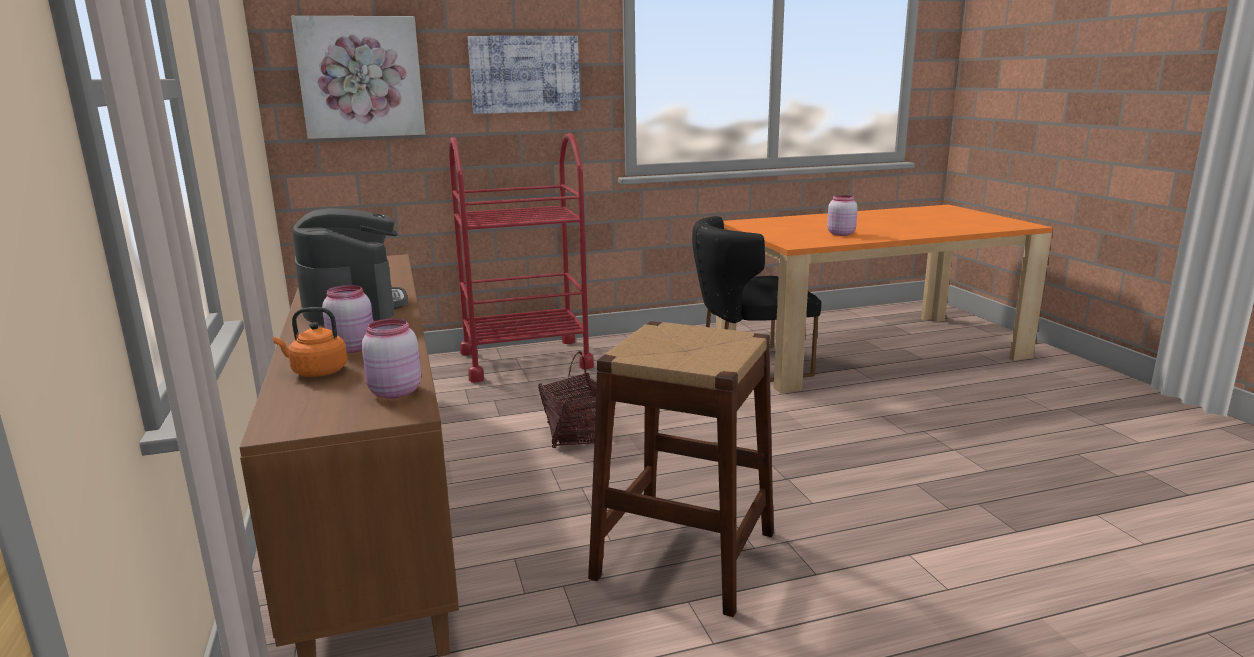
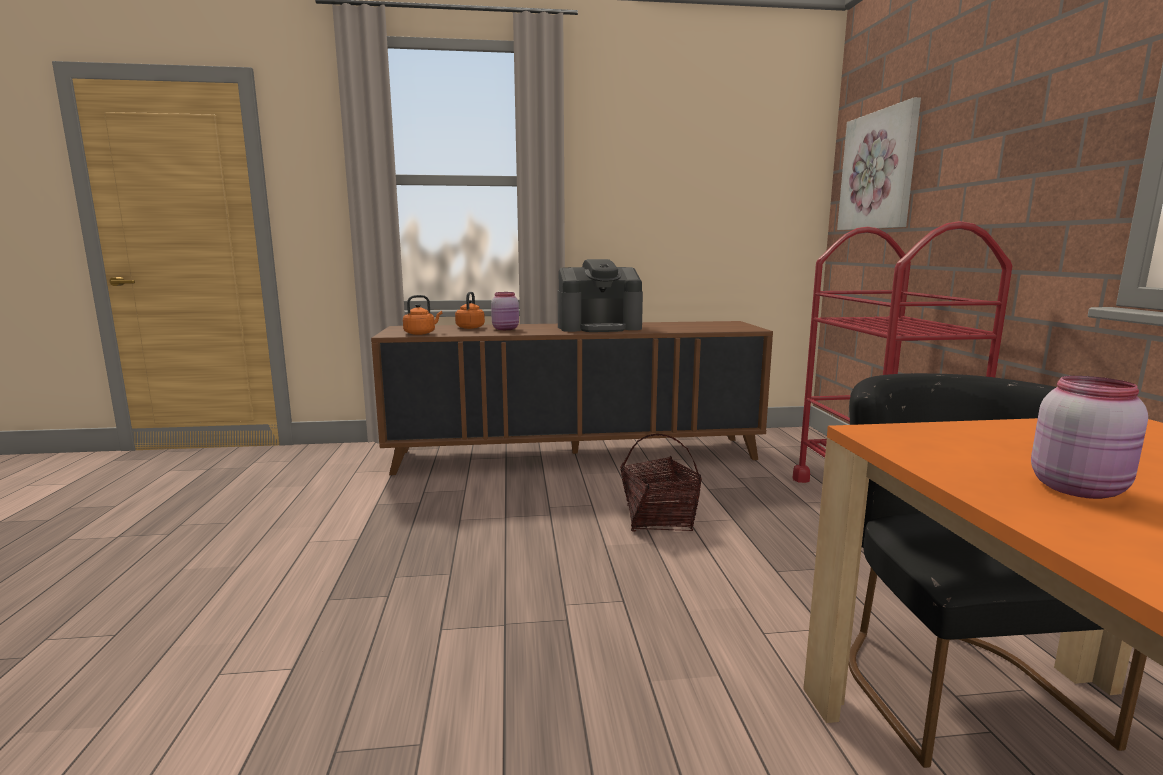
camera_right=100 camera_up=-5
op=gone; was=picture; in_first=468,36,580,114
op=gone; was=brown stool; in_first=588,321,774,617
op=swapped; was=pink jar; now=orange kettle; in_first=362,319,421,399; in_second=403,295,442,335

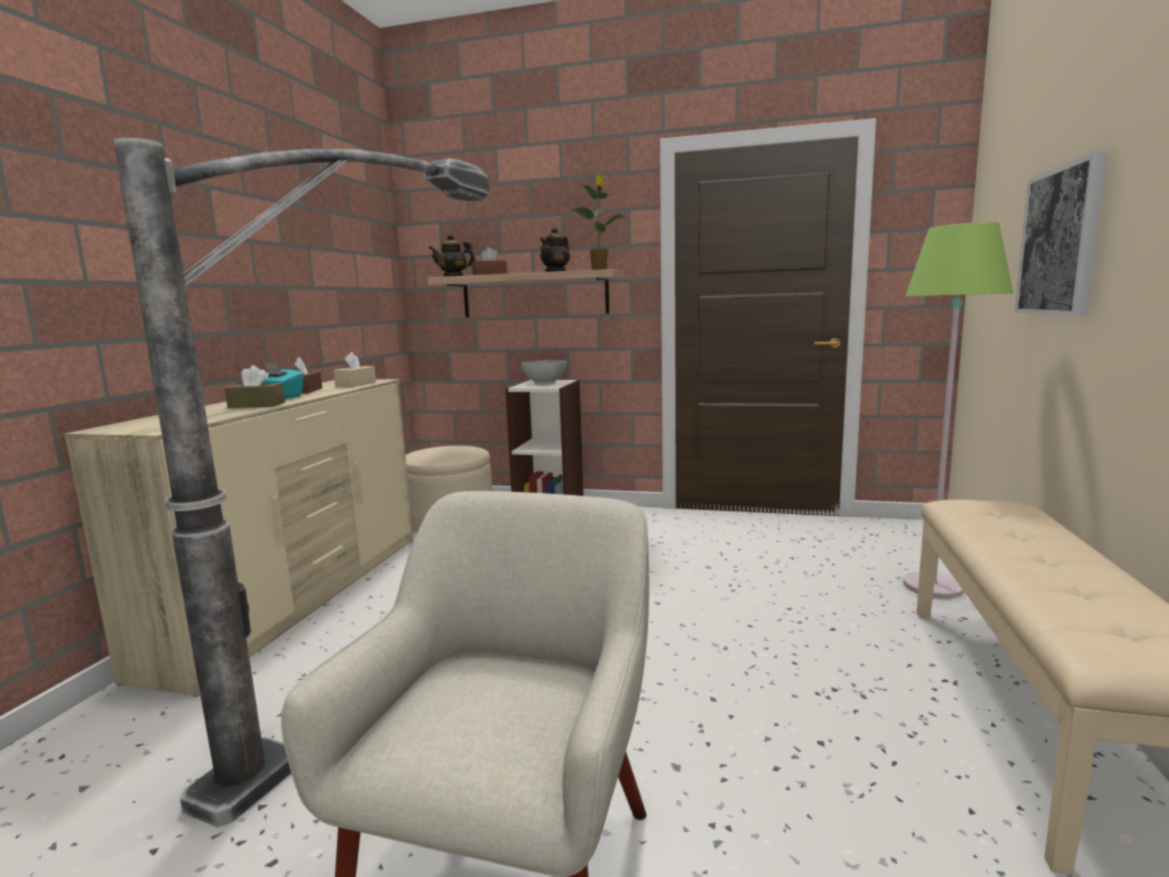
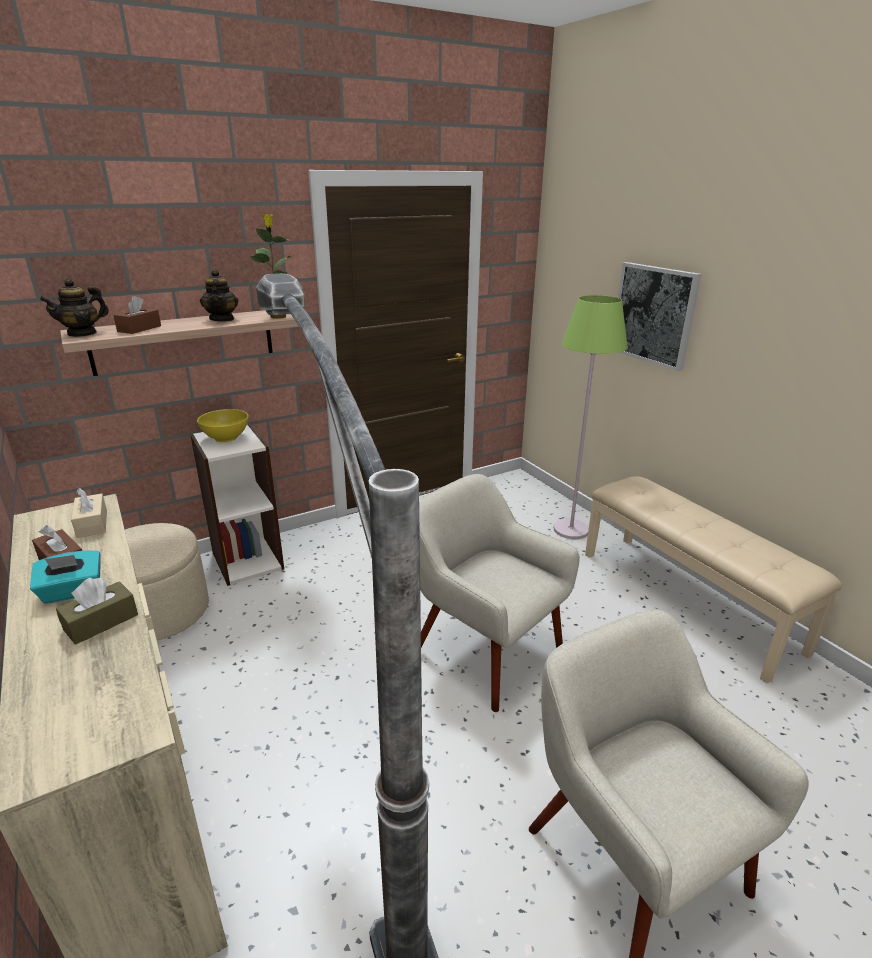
camera_right=-45 camera_up=15
op=new; now=beige armchair; in_second=419,474,580,712
op=repainted; was=white bowl; now=yellow bowl; in_first=521,360,567,384; in_second=197,409,249,442

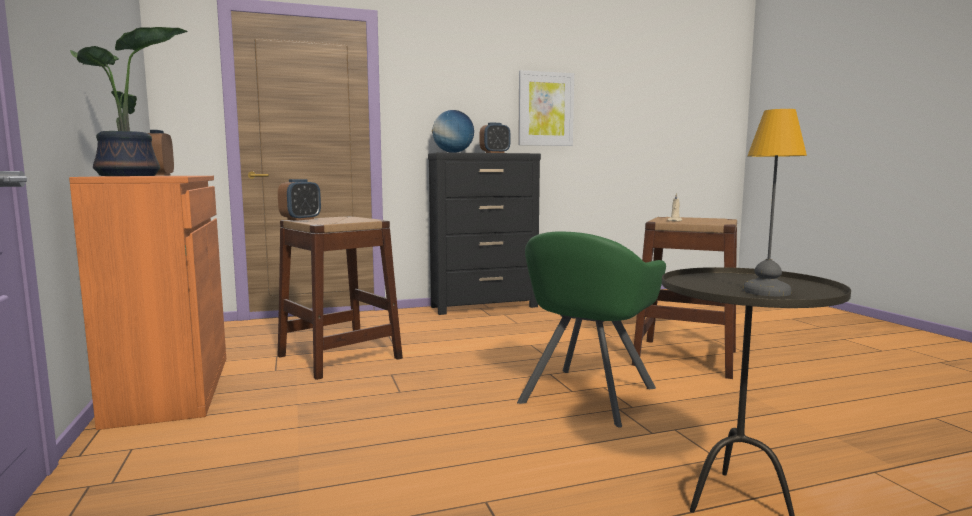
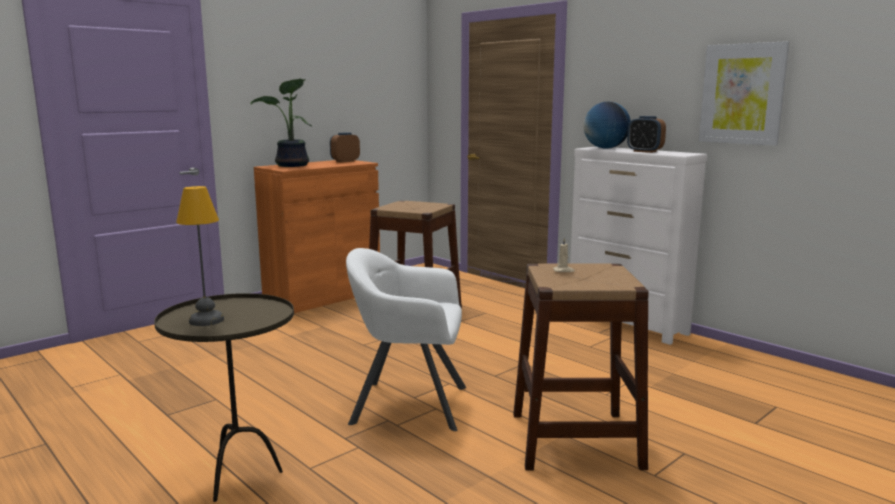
camera_right=65 camera_up=5
op=gone; was=alarm clock; in_first=278,179,321,221
op=repainted; was=black dresser; now=white dresser; in_first=428,152,541,315; in_second=570,147,707,345
op=repainted; was=green armchair; now=white armchair; in_first=517,231,666,428; in_second=346,248,466,431

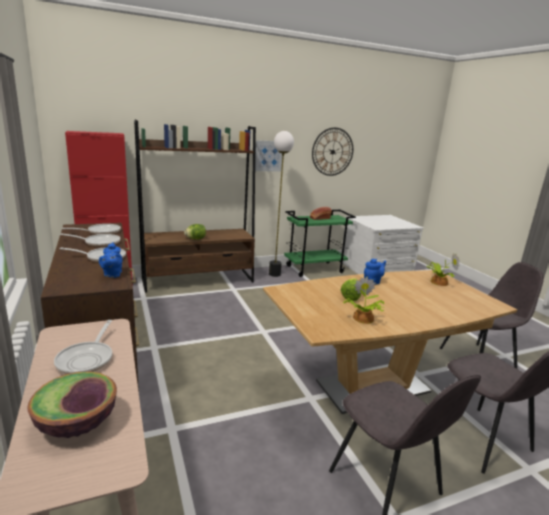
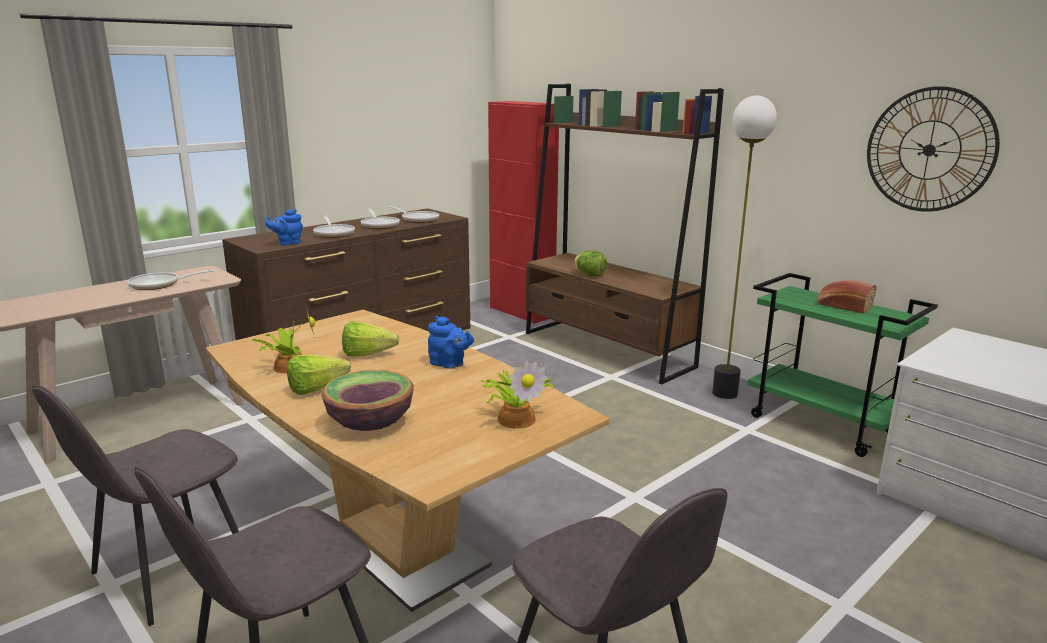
camera_right=70 camera_up=0
op=gone; was=picture; in_first=255,140,282,172
op=new; now=lettuce; in_second=287,355,351,395
op=shifted; was=bowl; in_first=27,371,117,438; in_second=321,370,414,431

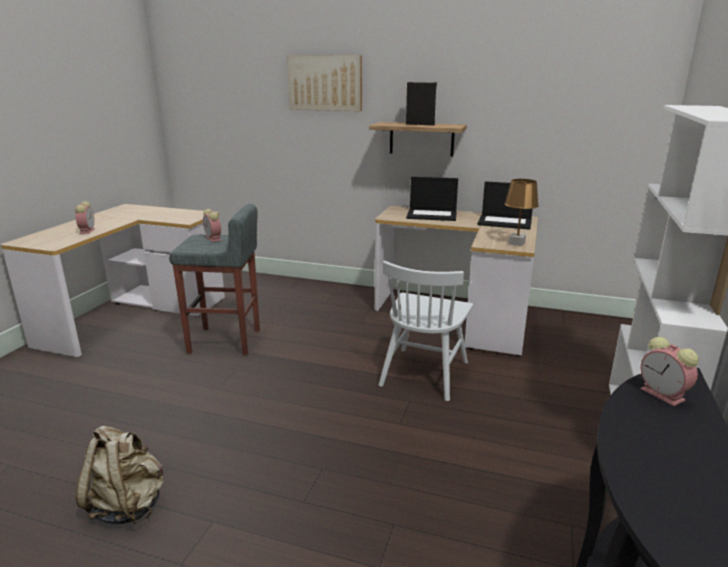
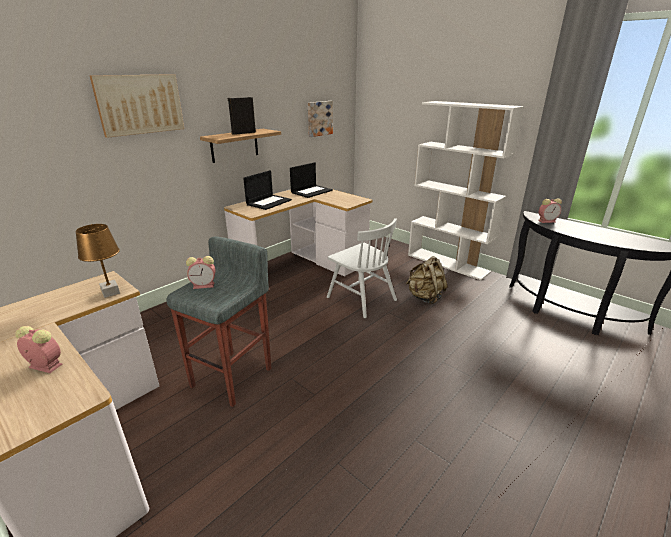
camera_right=-65 camera_up=5
op=new; now=picture; in_second=308,101,333,137
op=shifted; was=beige backpack; in_first=76,426,164,524; in_second=406,256,448,304
op=shifted; was=brown table lamp; in_first=505,179,539,246; in_second=76,224,120,298

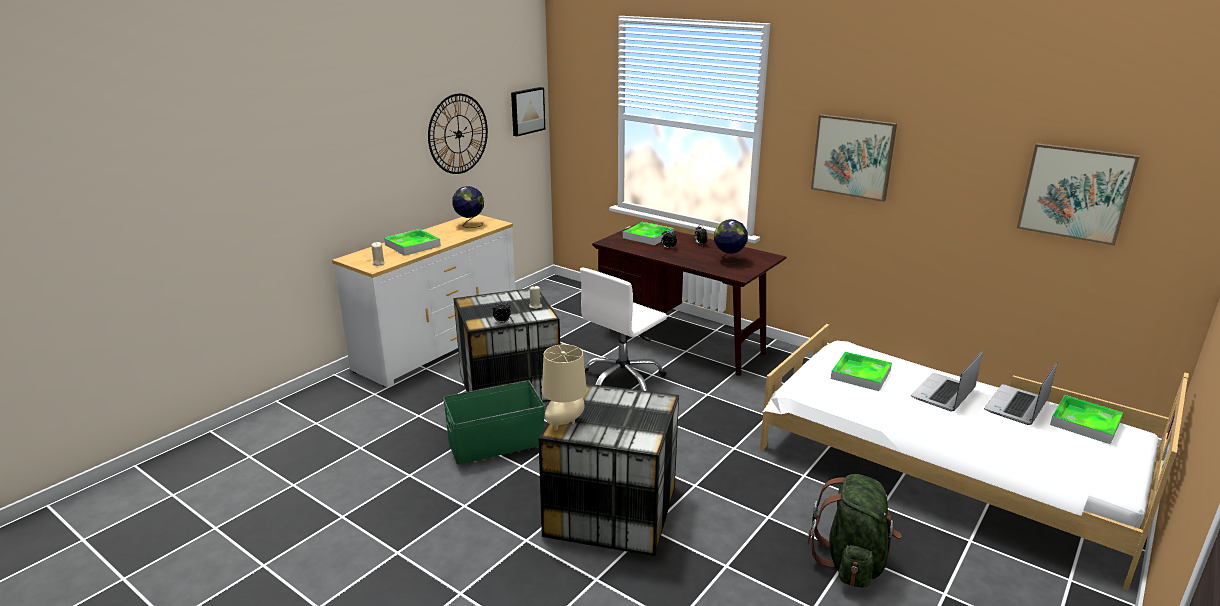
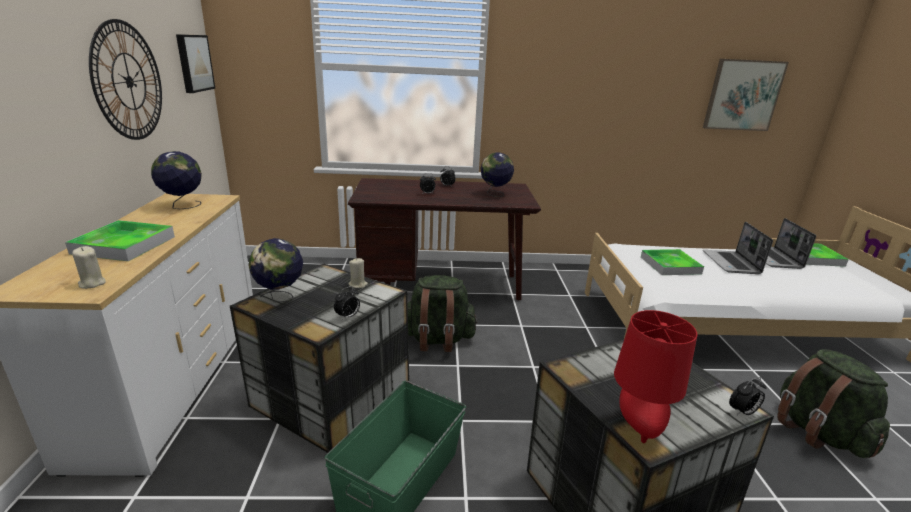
camera_right=-40 camera_up=0
op=gone; was=tray; in_first=623,222,674,245
op=gone; was=picture; in_first=811,114,897,202
op=new; now=globe; in_second=249,238,303,302
op=new; now=alarm clock; in_second=729,377,766,415
op=swapped; was=white office chair; now=green backpack; in_first=580,268,667,391; in_second=408,275,477,352
op=repainted; was=beige table lamp; now=red table lamp; in_first=542,344,587,431; in_second=614,310,697,443

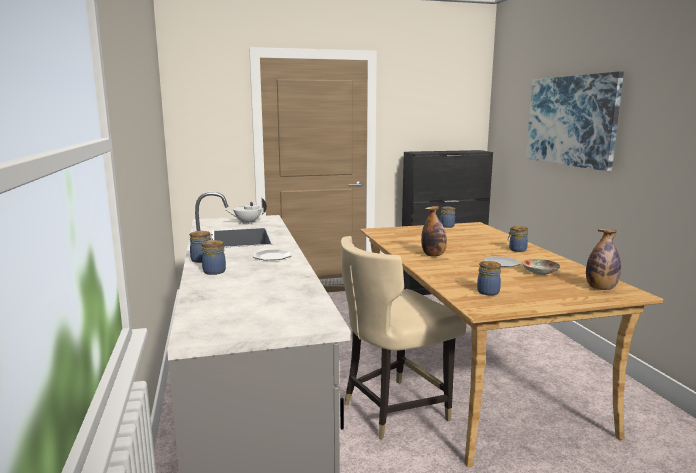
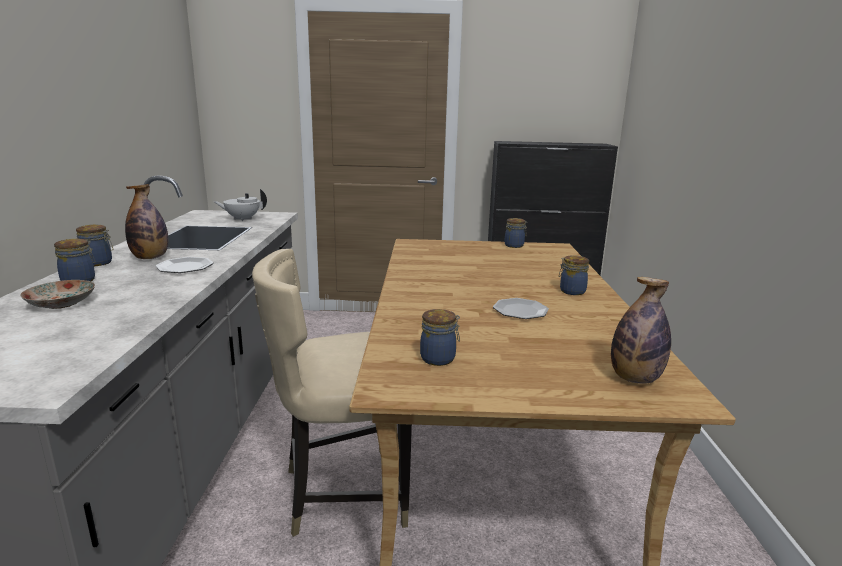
camera_right=15 camera_up=5
op=gone; was=picture; in_first=526,71,624,171
op=shifted; was=bottle; in_first=421,206,447,256; in_second=125,184,168,259
op=shifted; was=plate; in_first=522,259,560,275; in_second=20,280,95,309

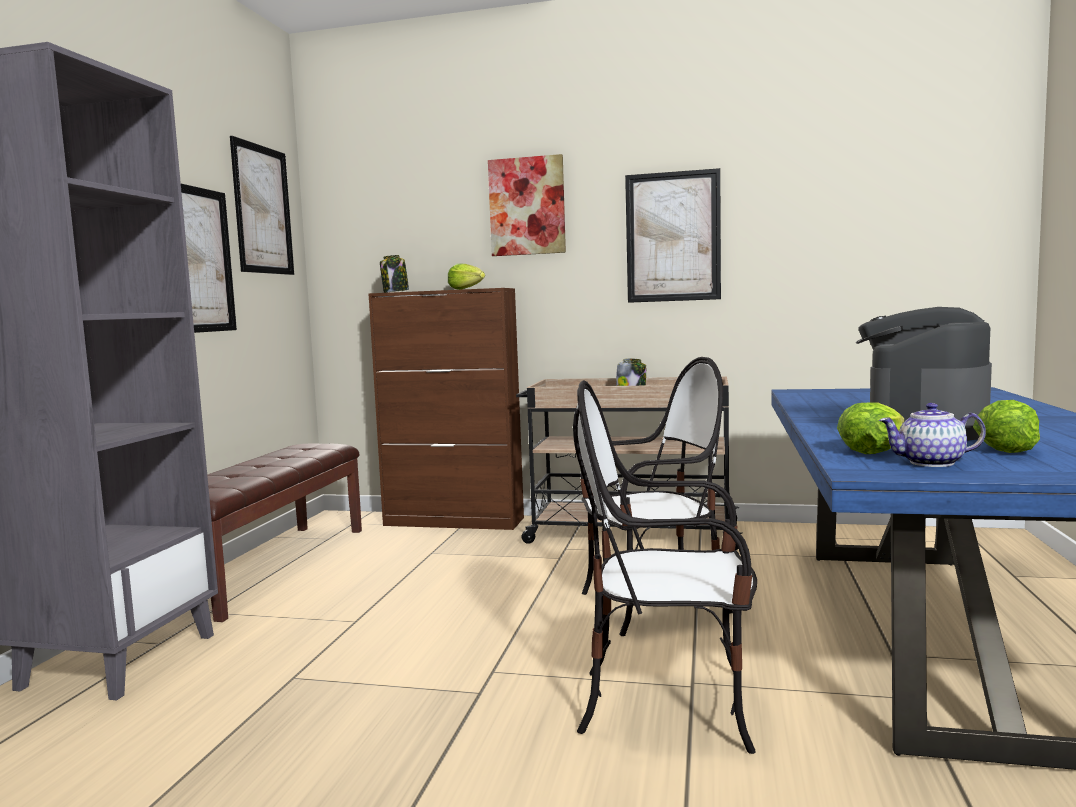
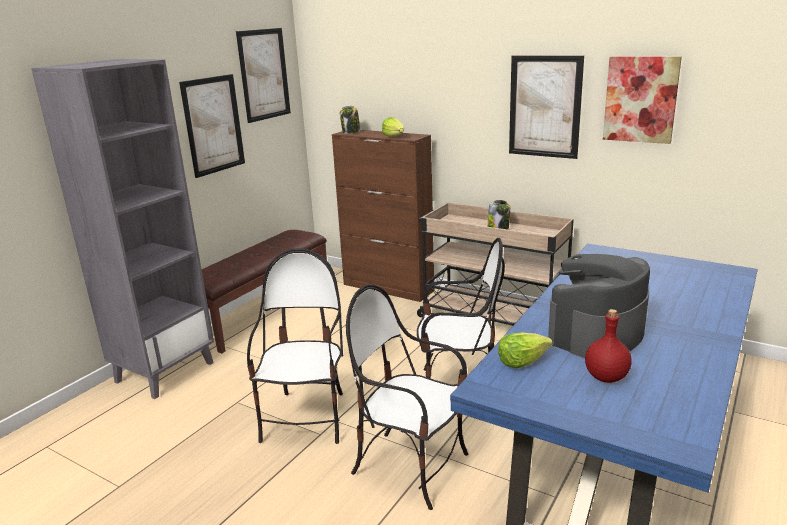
camera_right=20 camera_up=15
op=gone; was=teapot; in_first=879,403,986,467
op=new; now=chair; in_second=247,248,343,444
op=shifted; was=picture; in_first=488,154,566,256; in_second=603,56,682,144
op=swapped; was=lettuce; now=red bottle; in_first=973,400,1040,453; in_second=585,309,632,383

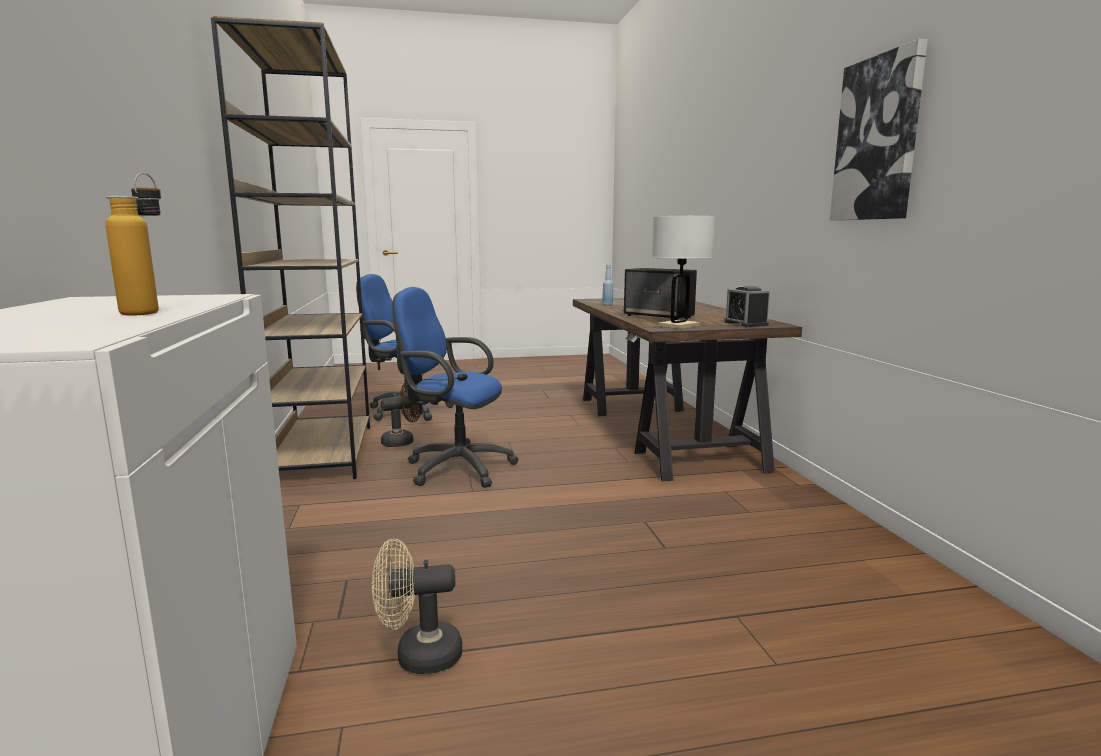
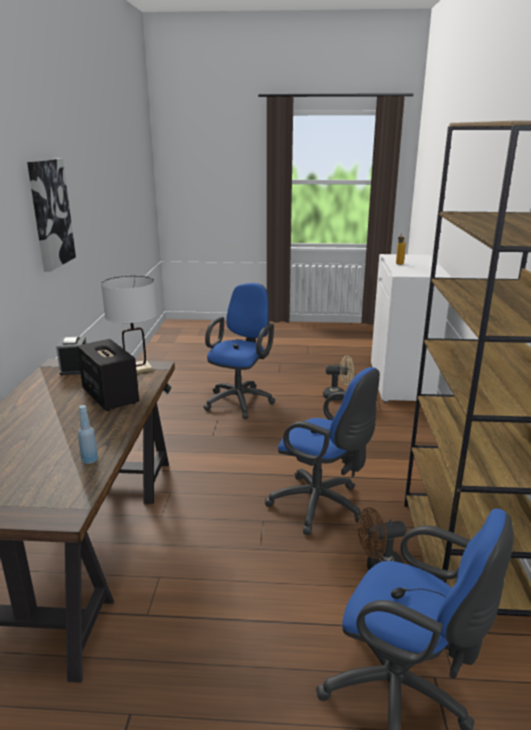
camera_right=-165 camera_up=10
op=new; now=blue office chair; in_second=203,283,275,419

